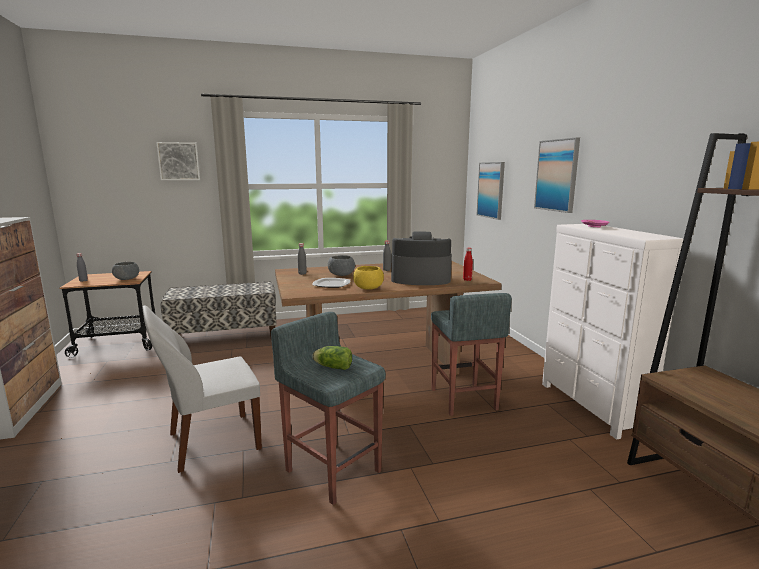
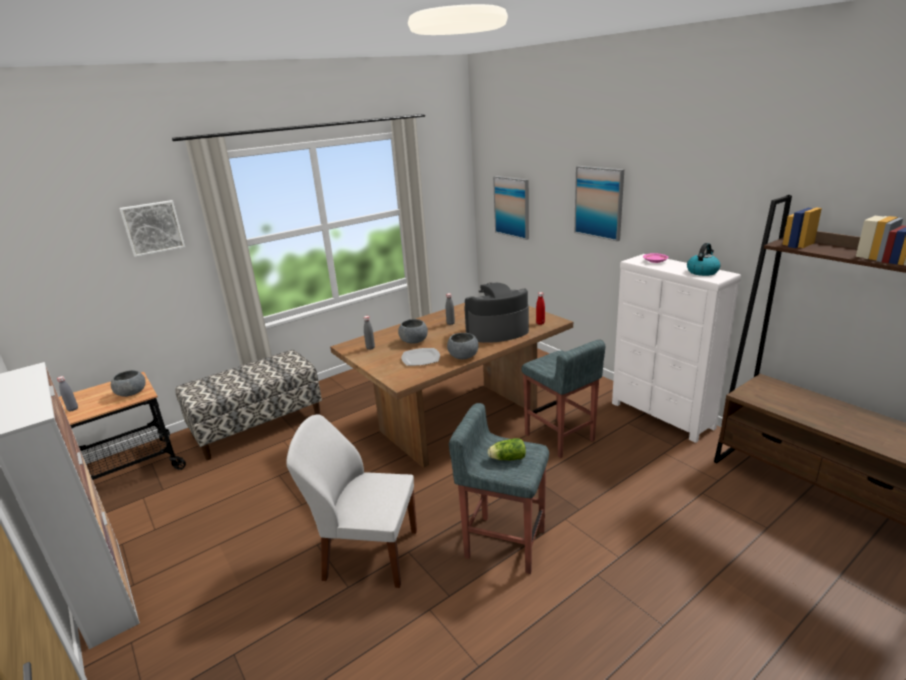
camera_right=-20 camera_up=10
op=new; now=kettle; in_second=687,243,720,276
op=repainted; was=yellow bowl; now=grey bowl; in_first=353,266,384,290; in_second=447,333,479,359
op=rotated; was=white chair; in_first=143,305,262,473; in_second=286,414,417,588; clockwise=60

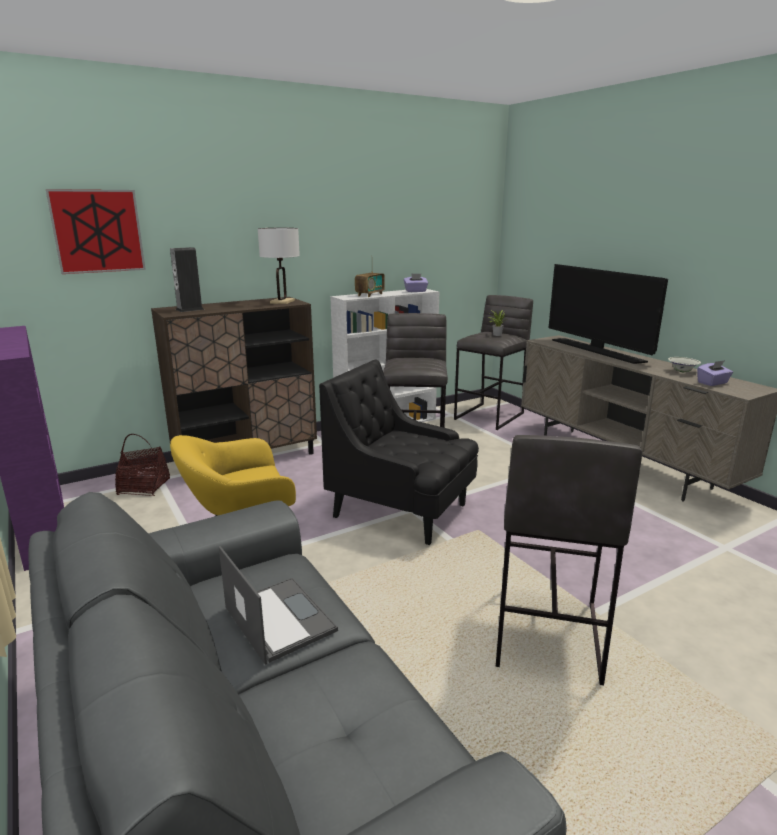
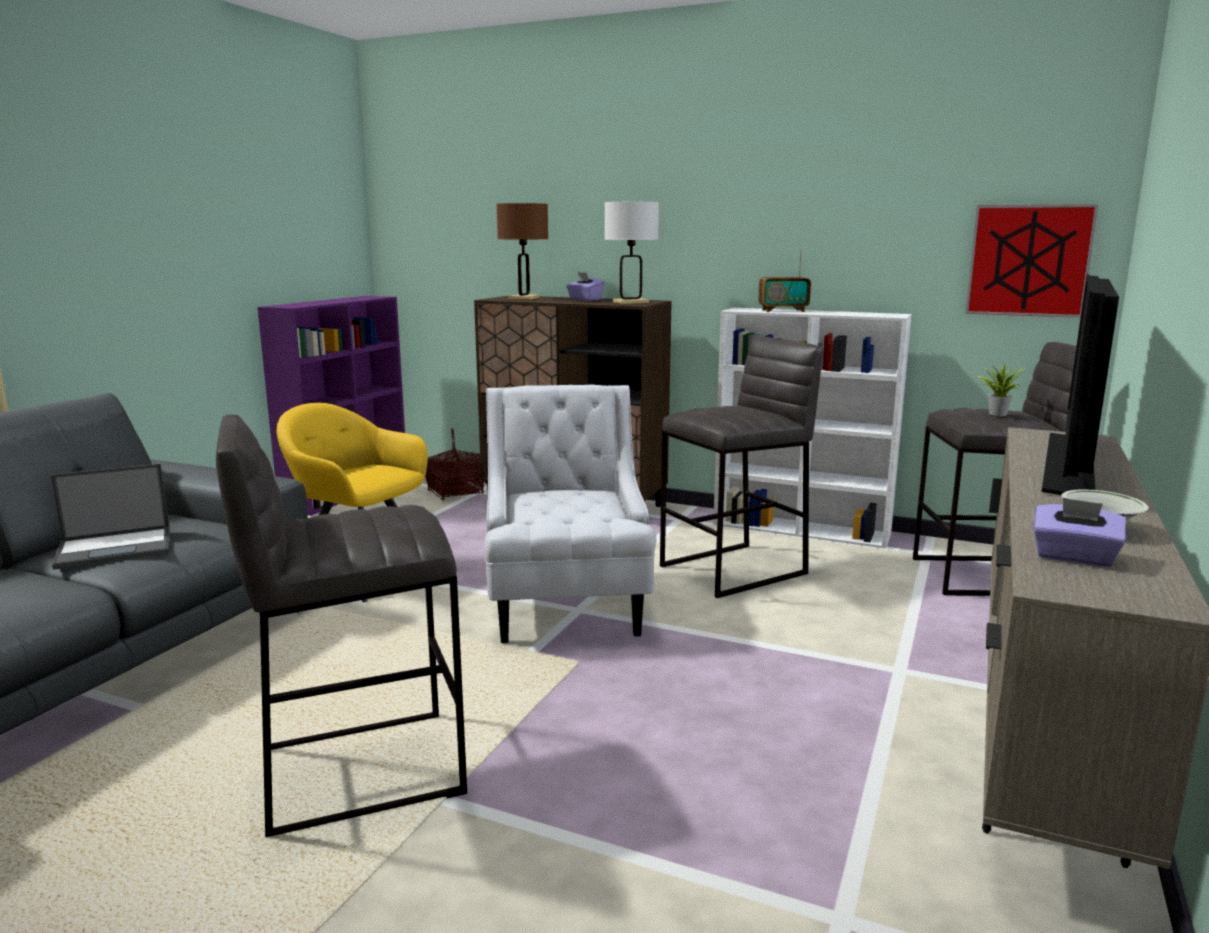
camera_right=55 camera_up=-5
op=shifted; was=picture; in_first=46,189,146,274; in_second=965,204,1099,318
op=shifted; was=purple tissue box; in_first=404,274,428,292; in_second=566,272,604,301
op=swapped; was=speaker; now=brown table lamp; in_first=170,247,204,312; in_second=497,203,548,300
op=repainted; was=black armchair; now=white armchair; in_first=319,360,479,545; in_second=483,385,656,643
op=rotated; was=laptop; in_first=219,546,338,665; in_second=50,464,170,570; clockwise=45

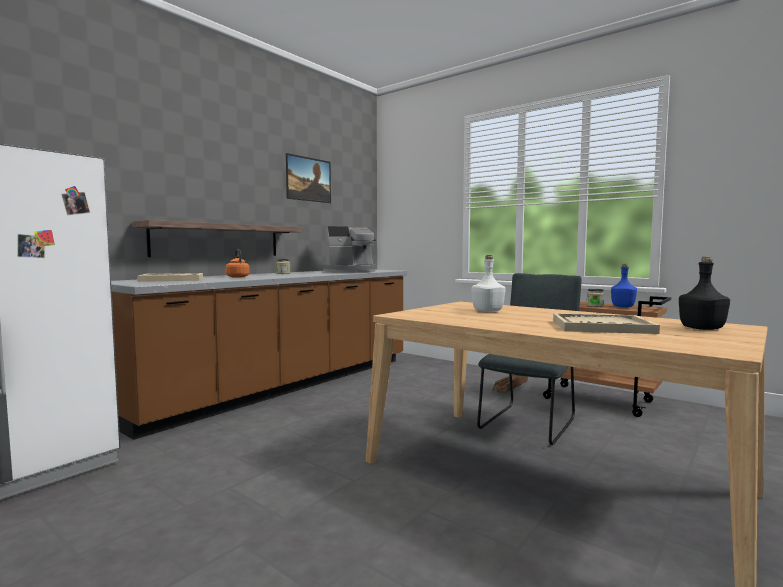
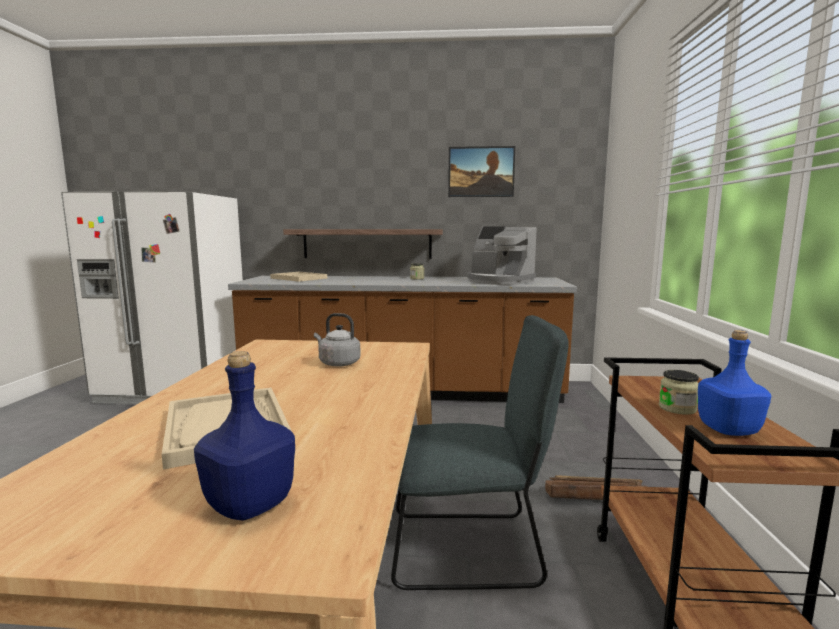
camera_right=55 camera_up=5
op=gone; was=orange kettle; in_first=226,249,250,278
op=swapped; was=white bottle; now=grey kettle; in_first=471,255,506,312; in_second=314,313,361,367
op=repainted; was=black bottle; now=blue bottle; in_first=679,257,730,330; in_second=194,351,295,521

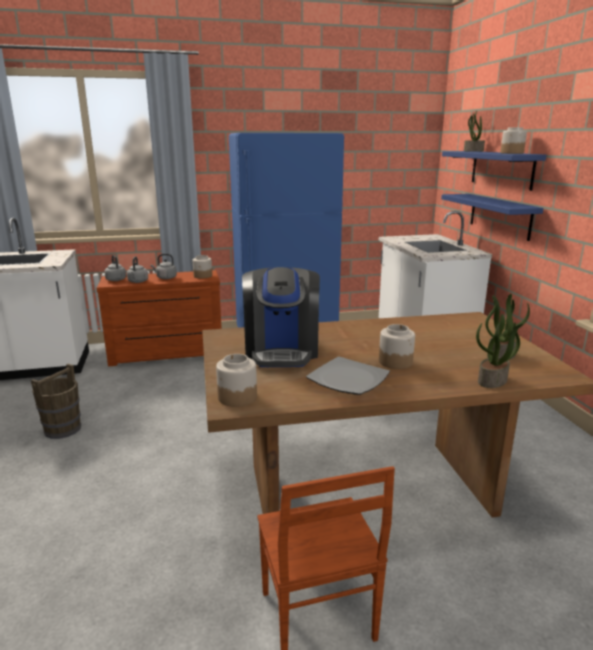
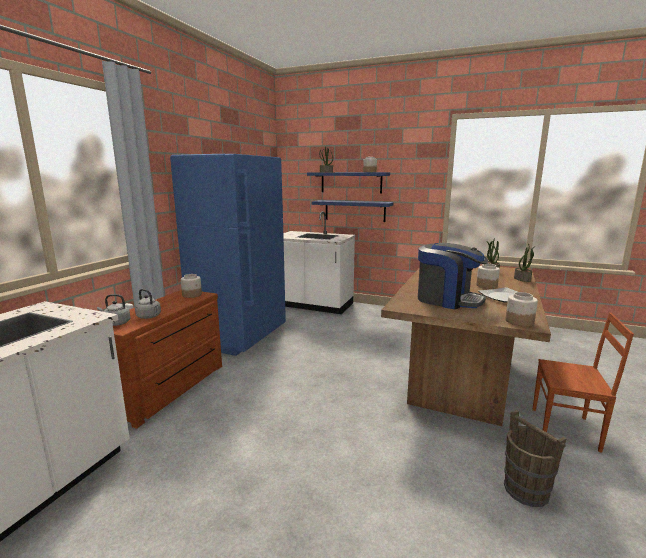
camera_right=-55 camera_up=-5
op=gone; was=grey kettle; in_first=151,254,177,279
op=shifted; was=brown bucket; in_first=31,364,81,439; in_second=504,410,567,507

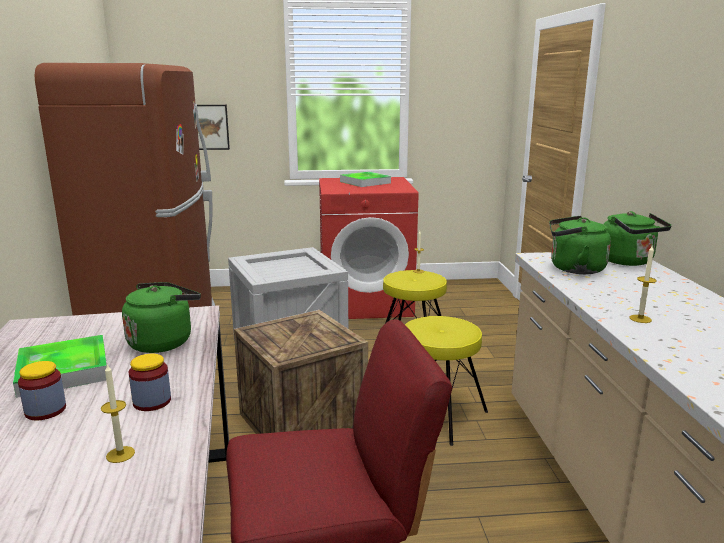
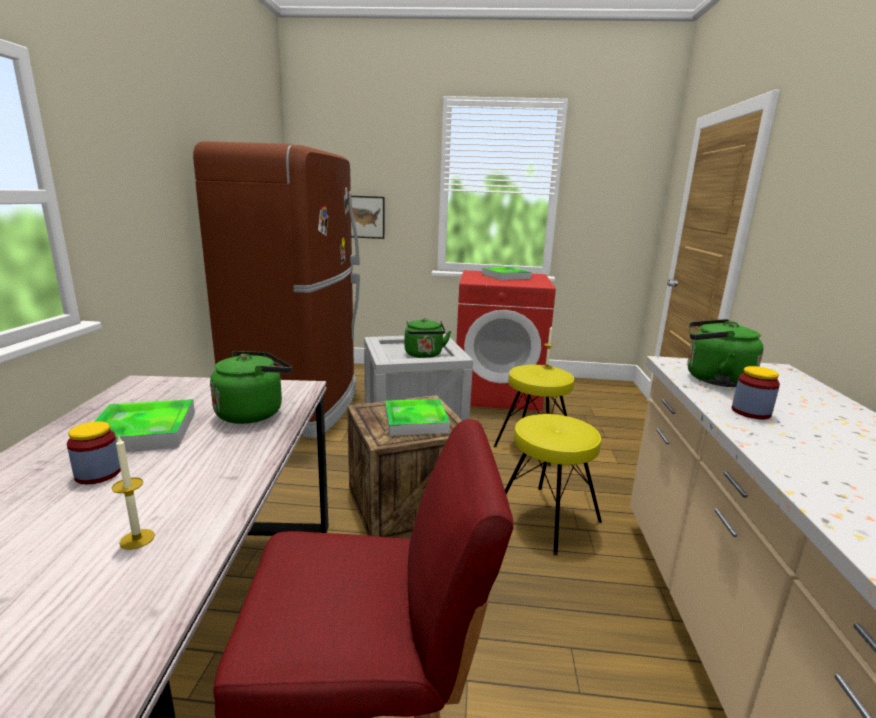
camera_right=10 camera_up=0
op=gone; was=candle; in_first=629,246,657,323
op=new; now=tray; in_second=385,399,450,436
op=shifted; was=jar; in_first=129,354,171,411; in_second=732,366,780,420
op=shifted; was=green kettle; in_first=603,211,672,266; in_second=404,318,451,358

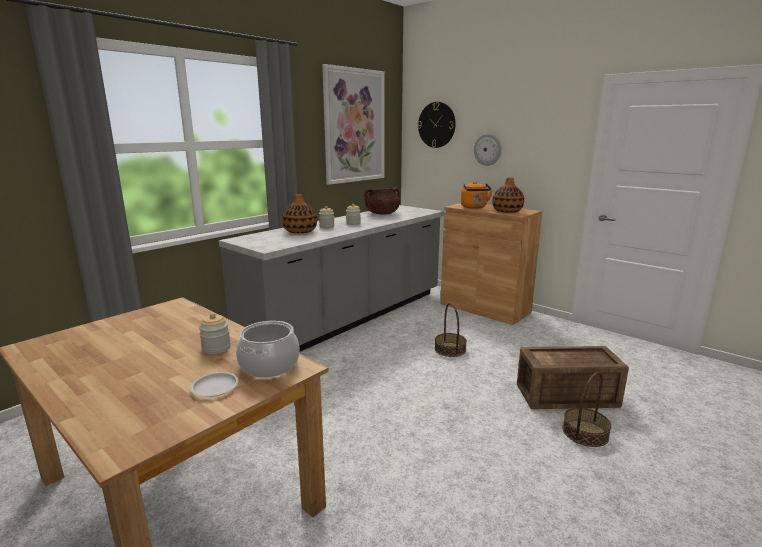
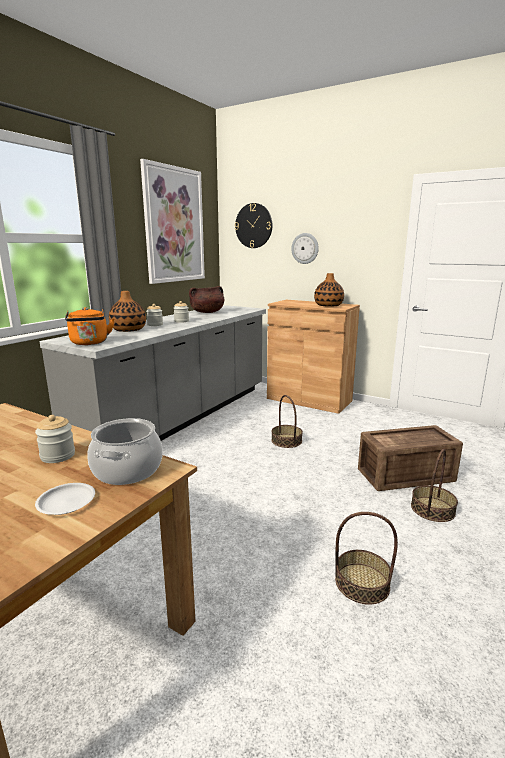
camera_right=-10 camera_up=0
op=new; now=basket; in_second=335,512,398,605
op=shifted; was=orange kettle; in_first=461,182,492,209; in_second=65,307,114,345

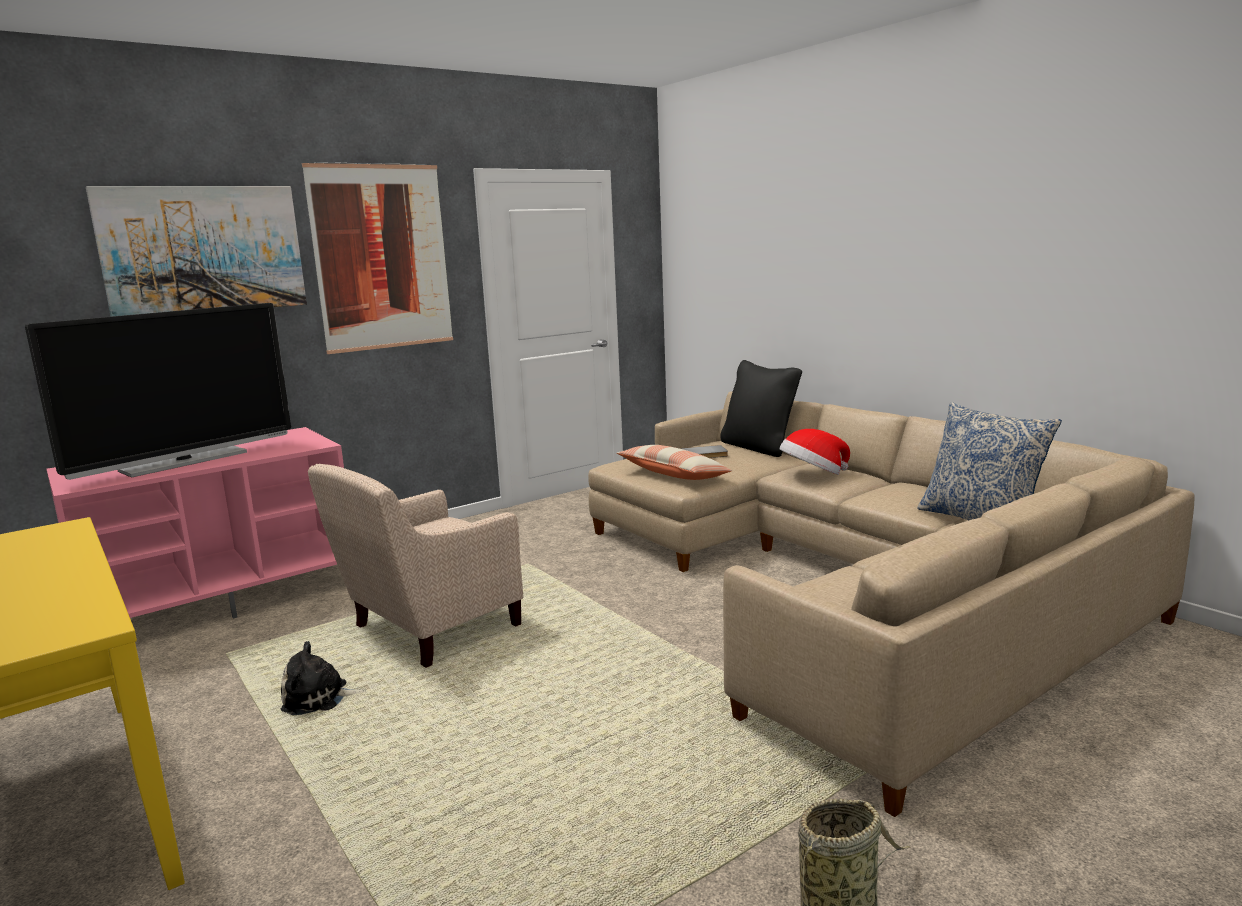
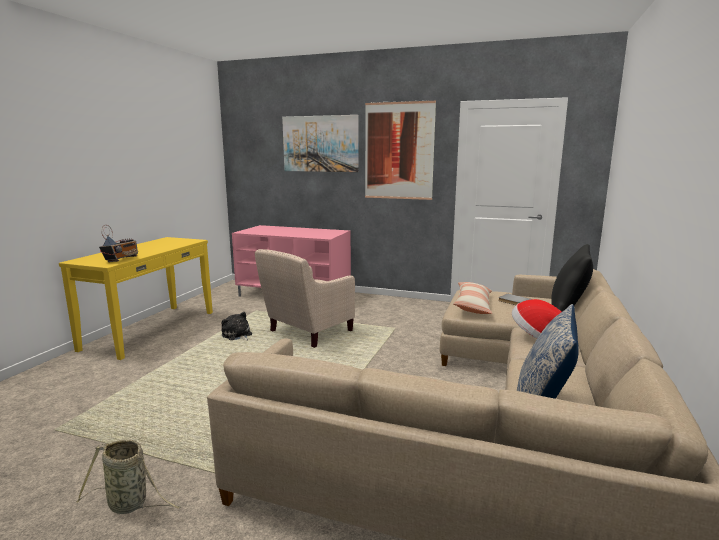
camera_right=55 camera_up=0
op=gone; was=television; in_first=25,303,291,480
op=new; now=radio; in_second=99,225,138,262
op=rotated; was=beige armchair; in_first=308,464,523,668; in_second=255,249,355,348; clockwise=-60

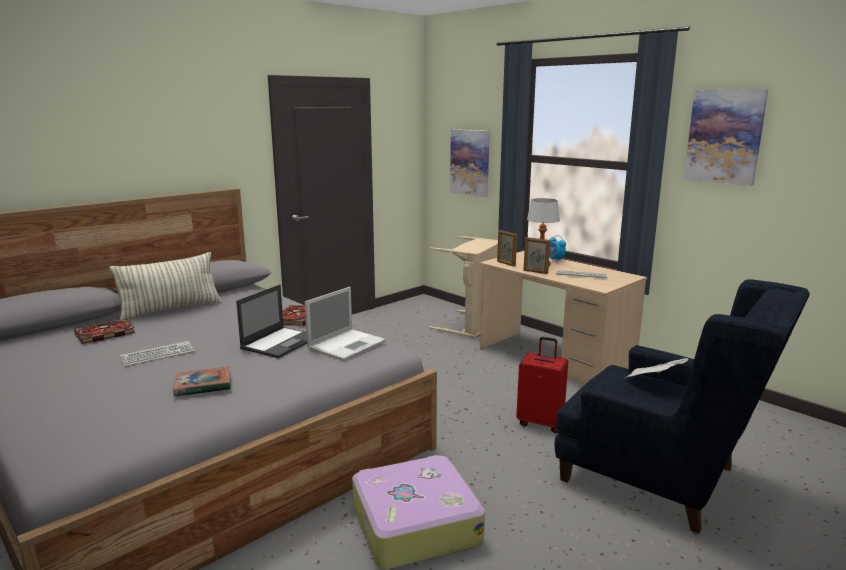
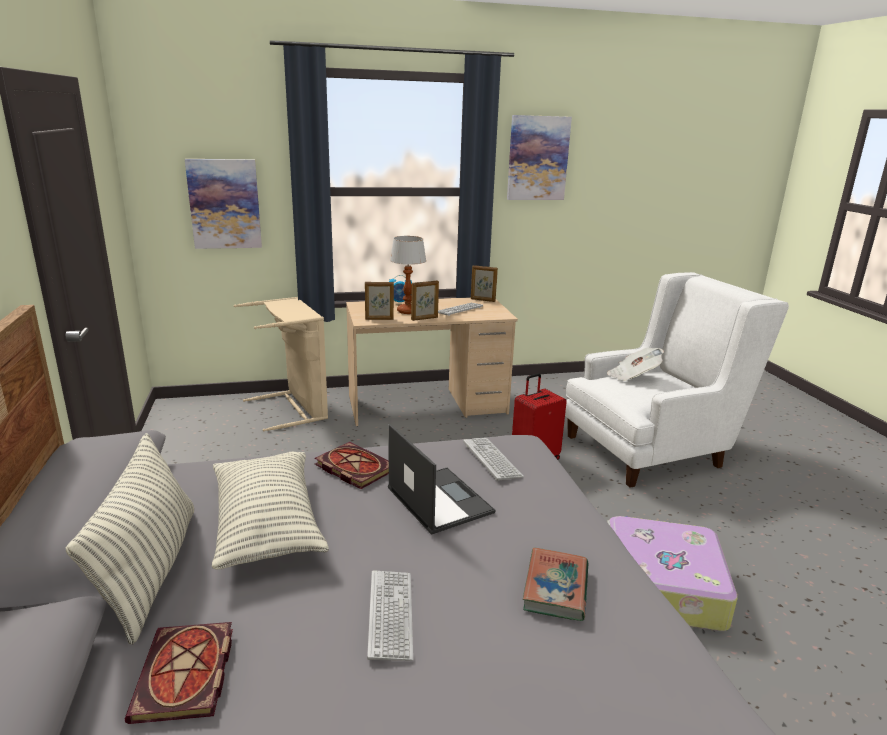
camera_right=-60 camera_up=5
op=new; now=pillow; in_second=212,452,329,569
op=new; now=picture frame; in_second=471,265,498,302
op=swapped; was=laptop; now=keyboard; in_first=305,287,386,361; in_second=463,438,524,481
op=repainted; was=blue armchair; now=white armchair; in_first=555,279,809,534; in_second=565,272,789,488

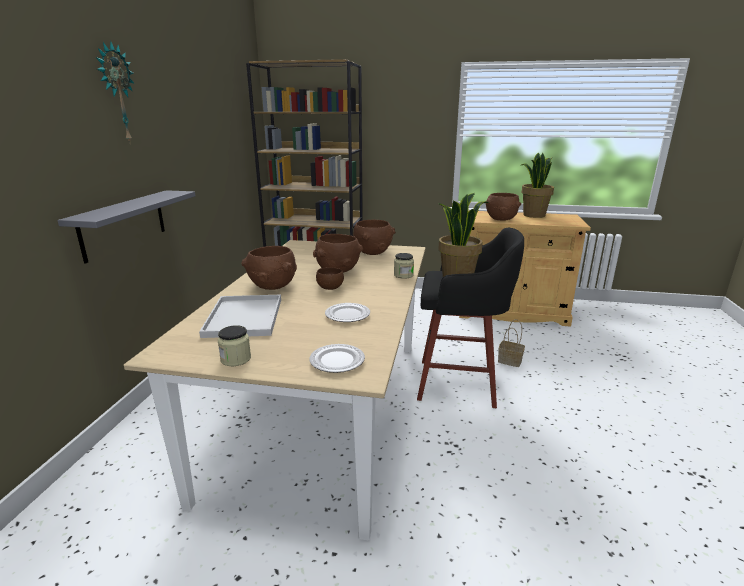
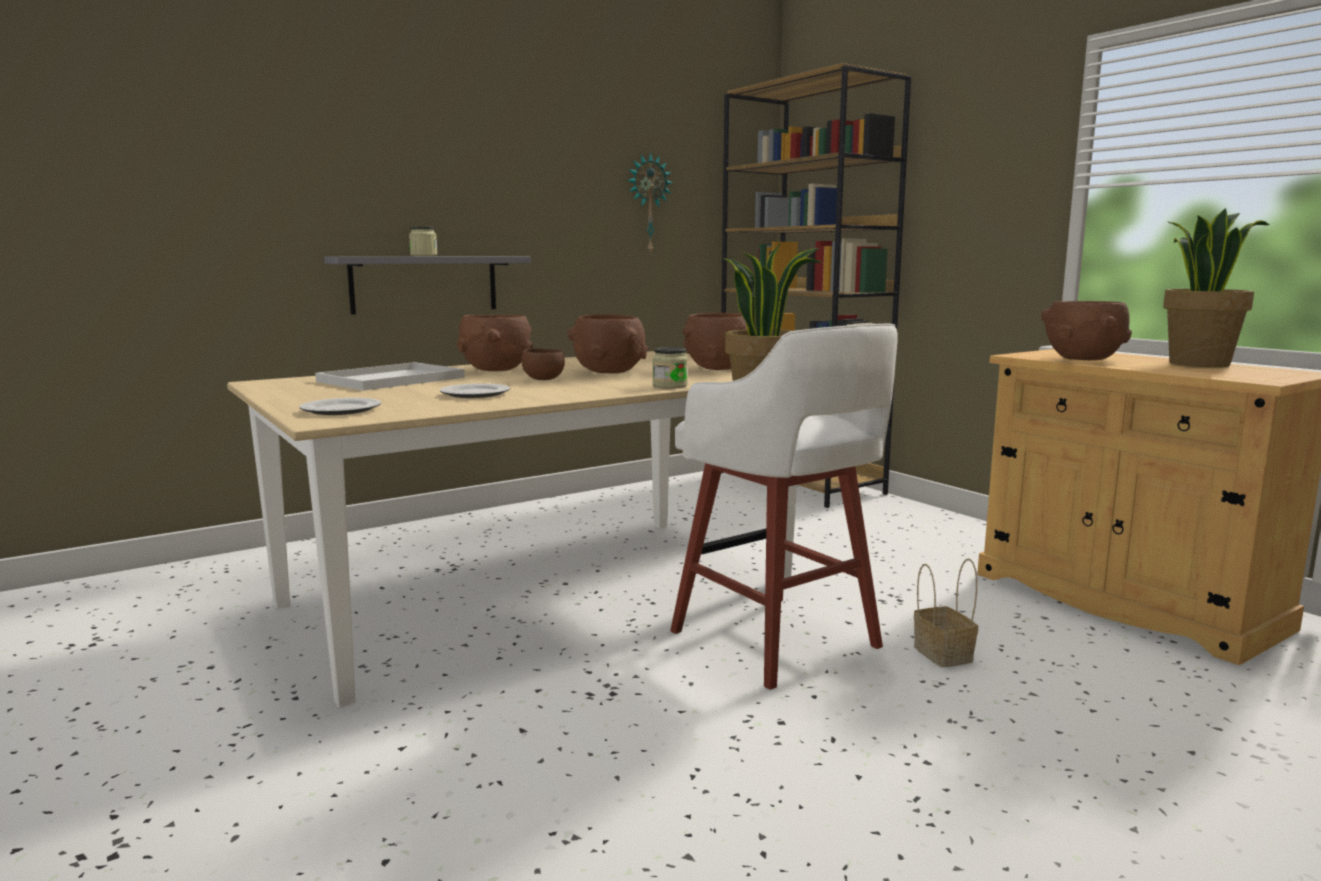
camera_right=45 camera_up=-10
op=shifted; was=wall clock; in_first=96,41,135,143; in_second=627,152,673,255
op=shifted; was=jar; in_first=218,325,251,366; in_second=409,227,438,256
op=repainted; was=black stool; now=white stool; in_first=417,227,524,408; in_second=670,324,898,690

